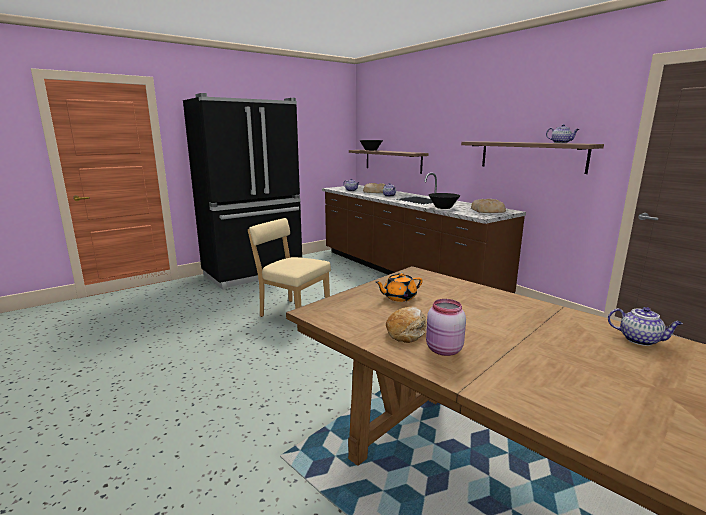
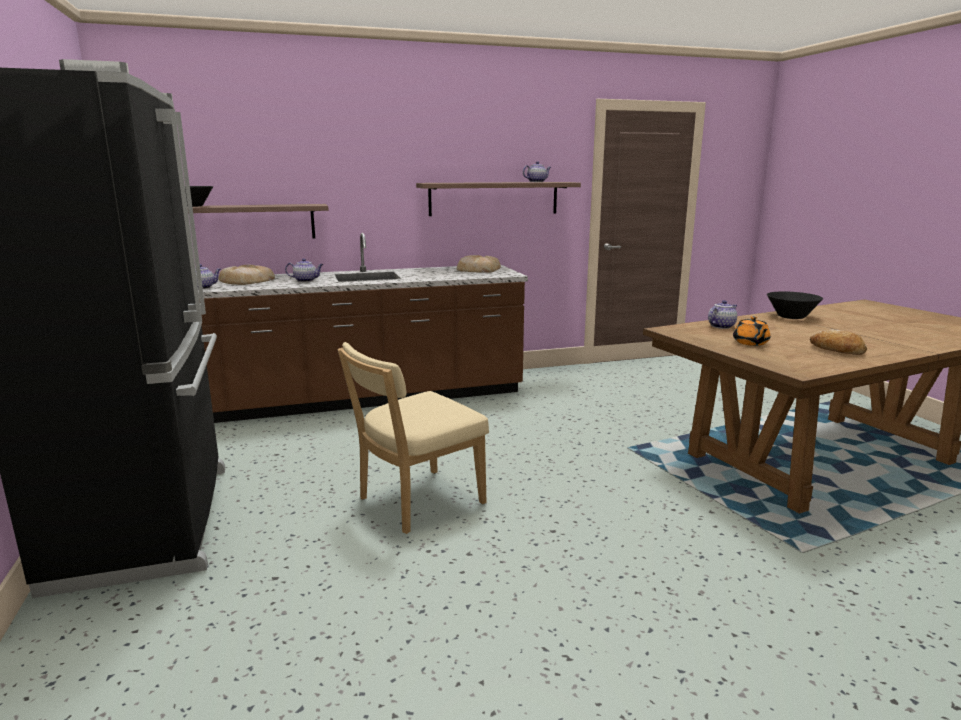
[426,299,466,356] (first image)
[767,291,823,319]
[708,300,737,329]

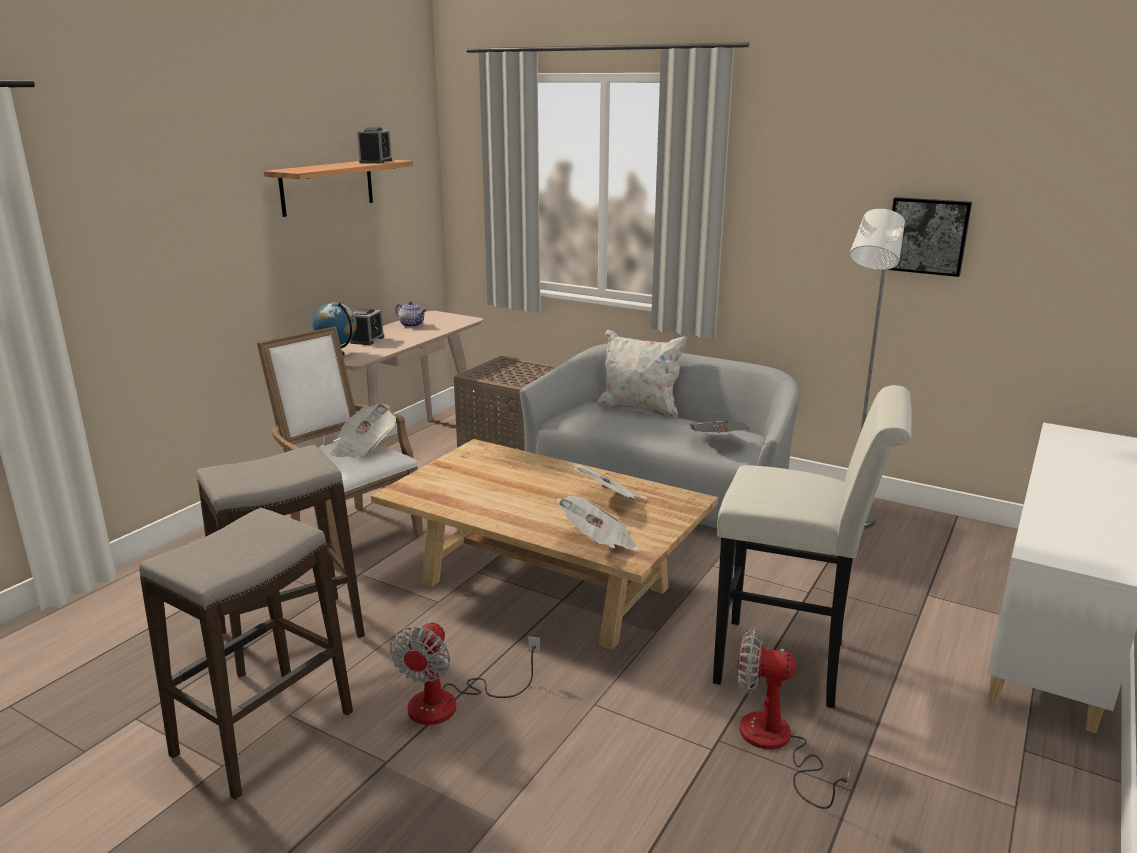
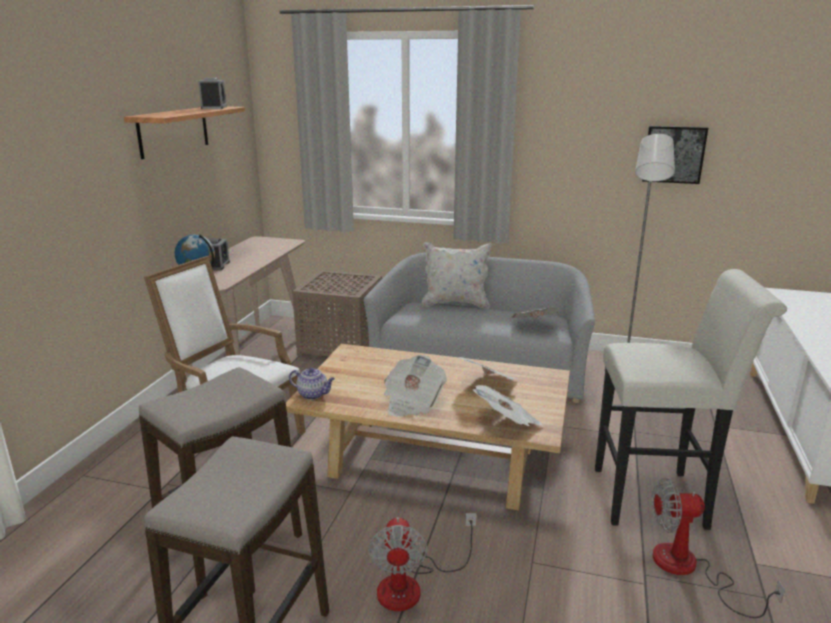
[384,355,447,417]
[289,368,335,400]

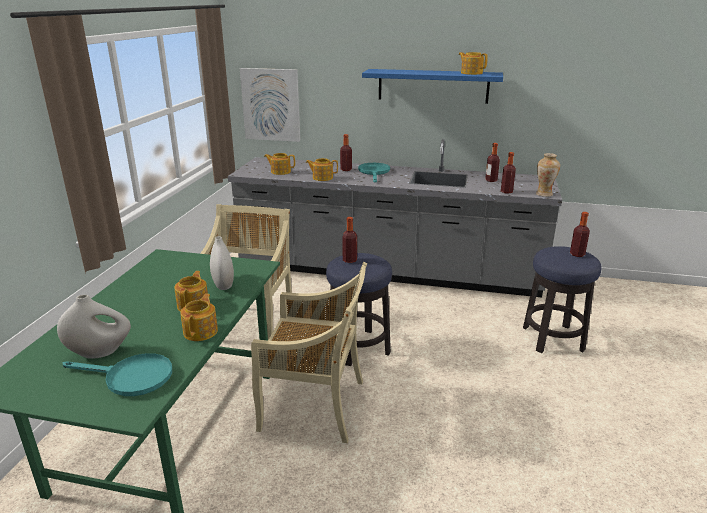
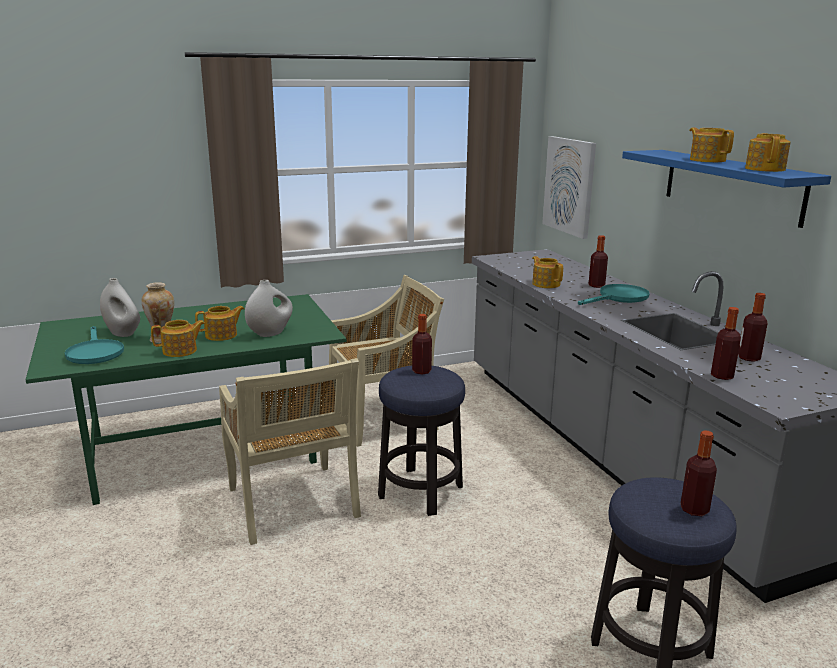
[689,127,734,162]
[141,282,174,343]

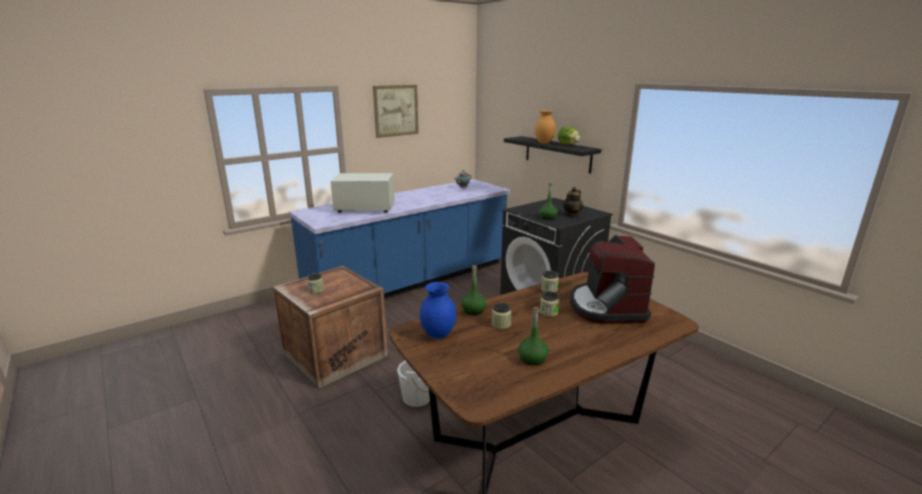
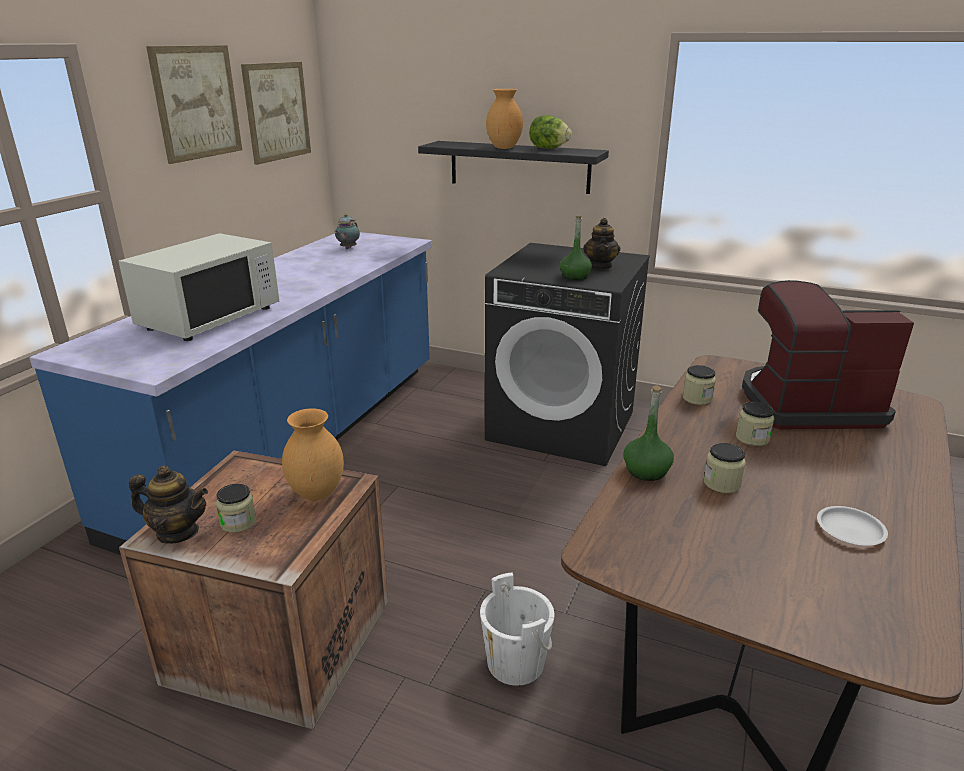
[118,233,279,341]
[420,282,456,339] (first image)
[817,506,888,546]
[742,280,914,429]
[129,466,208,544]
[241,62,311,165]
[282,408,344,501]

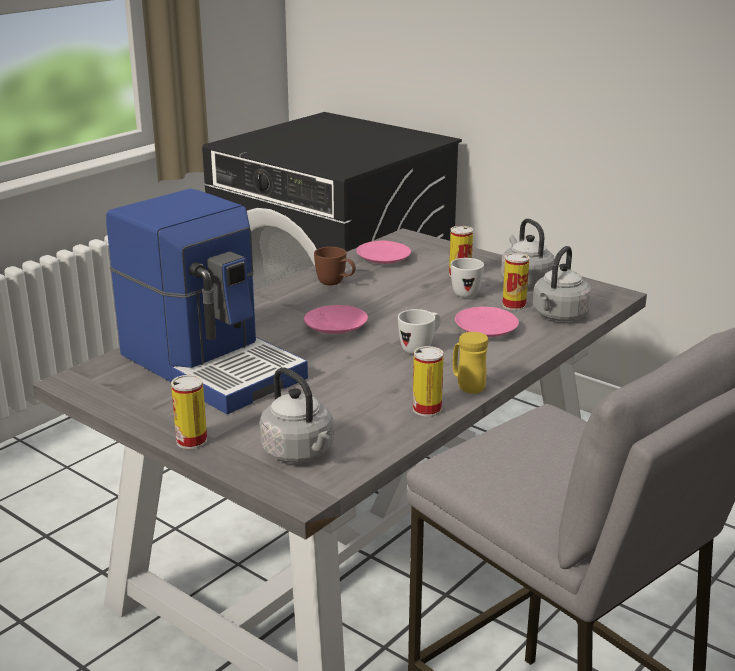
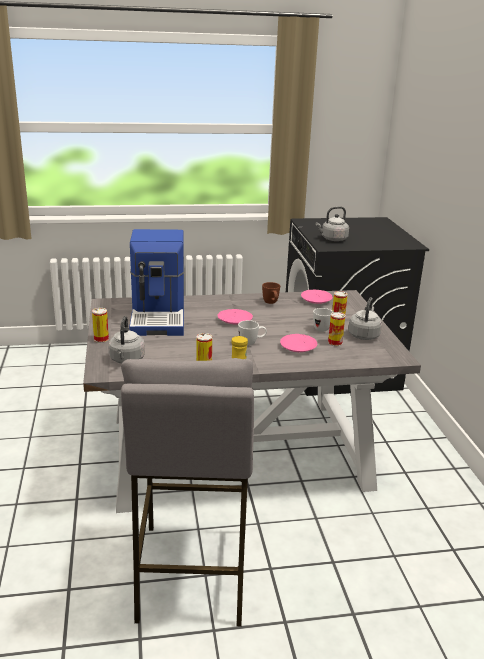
[316,206,349,241]

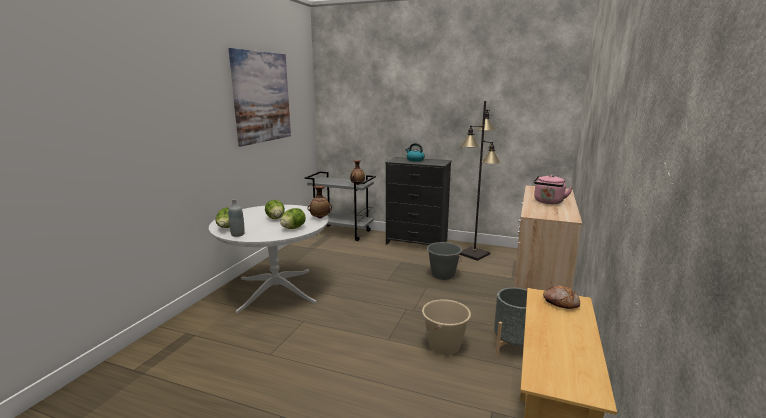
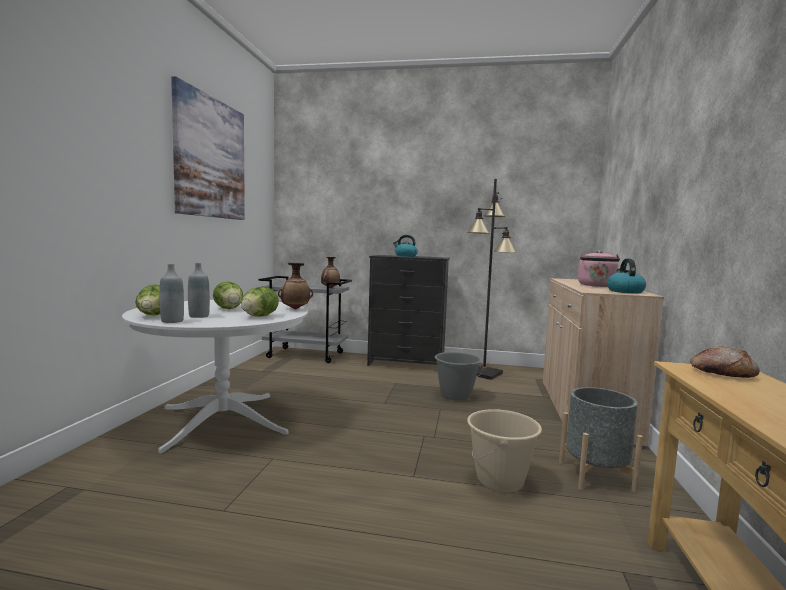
[188,263,210,318]
[607,259,646,293]

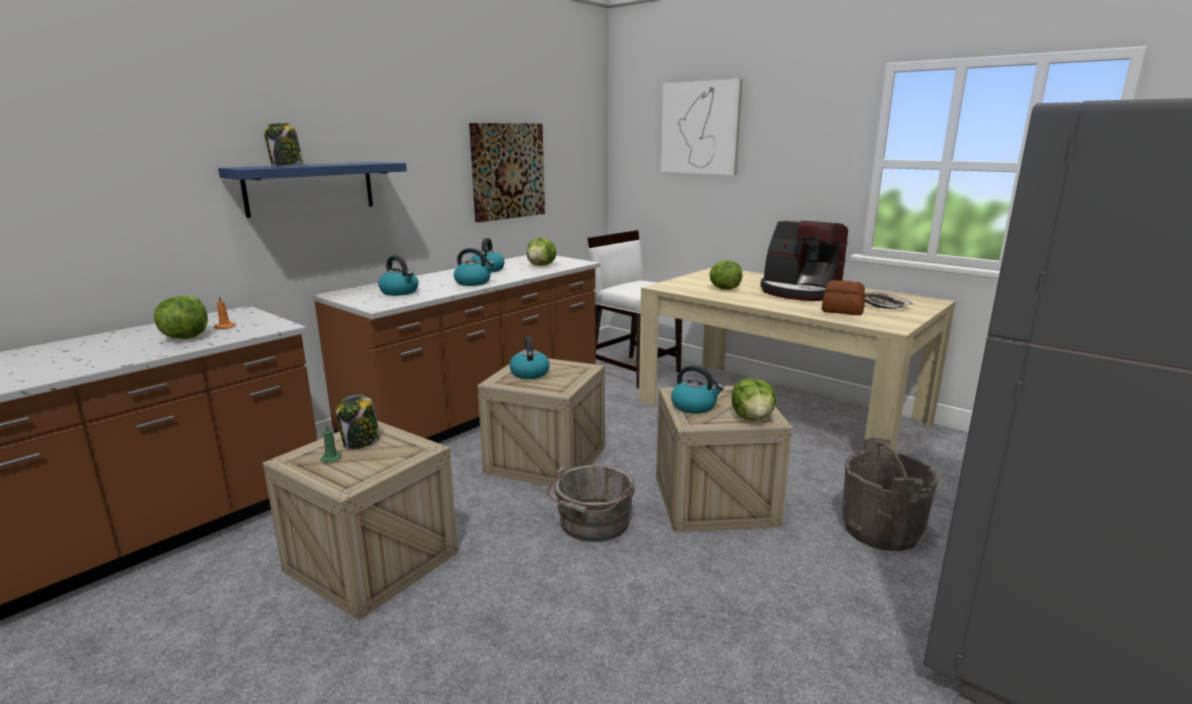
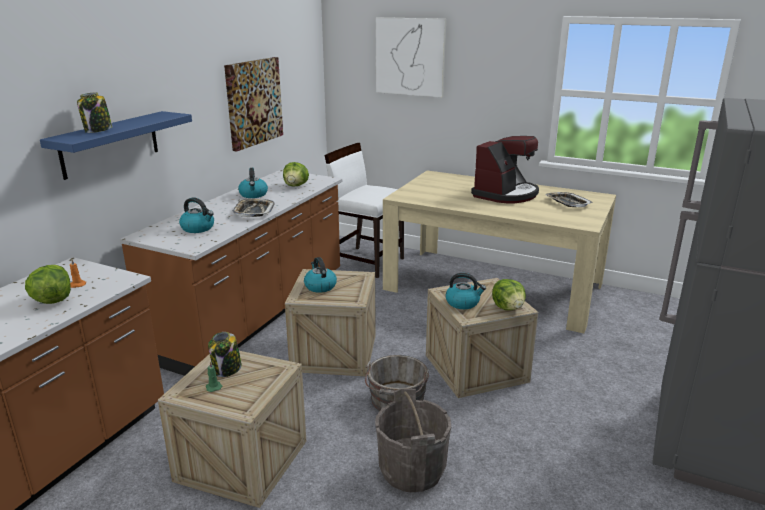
[233,199,275,217]
[710,260,742,290] (first image)
[471,136,539,203]
[822,280,865,315] (first image)
[375,388,451,492]

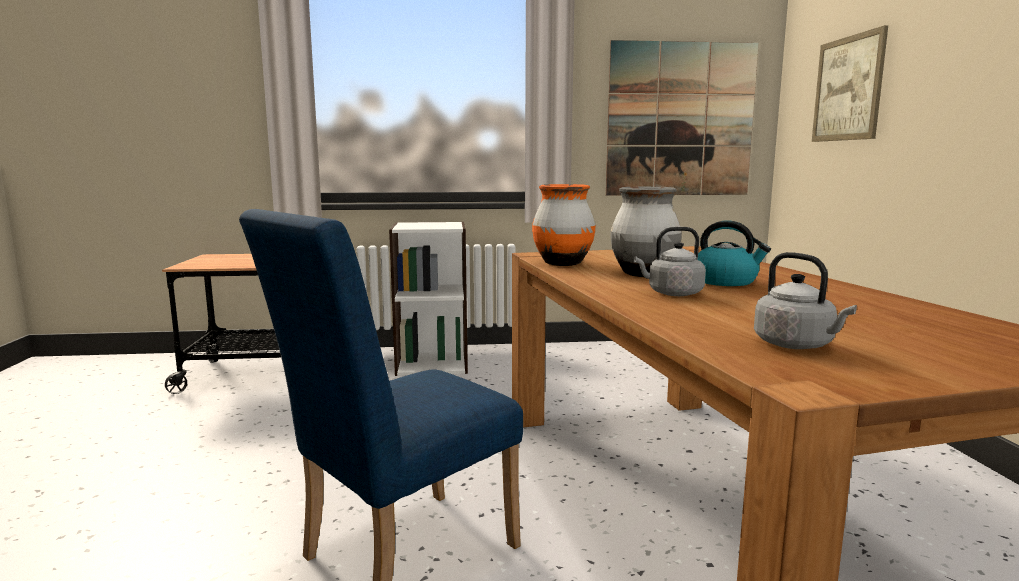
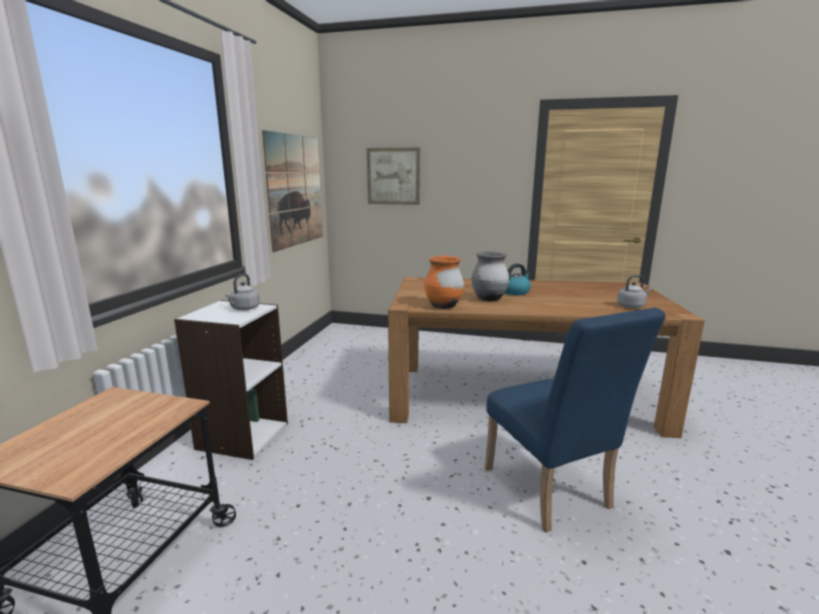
[225,274,260,310]

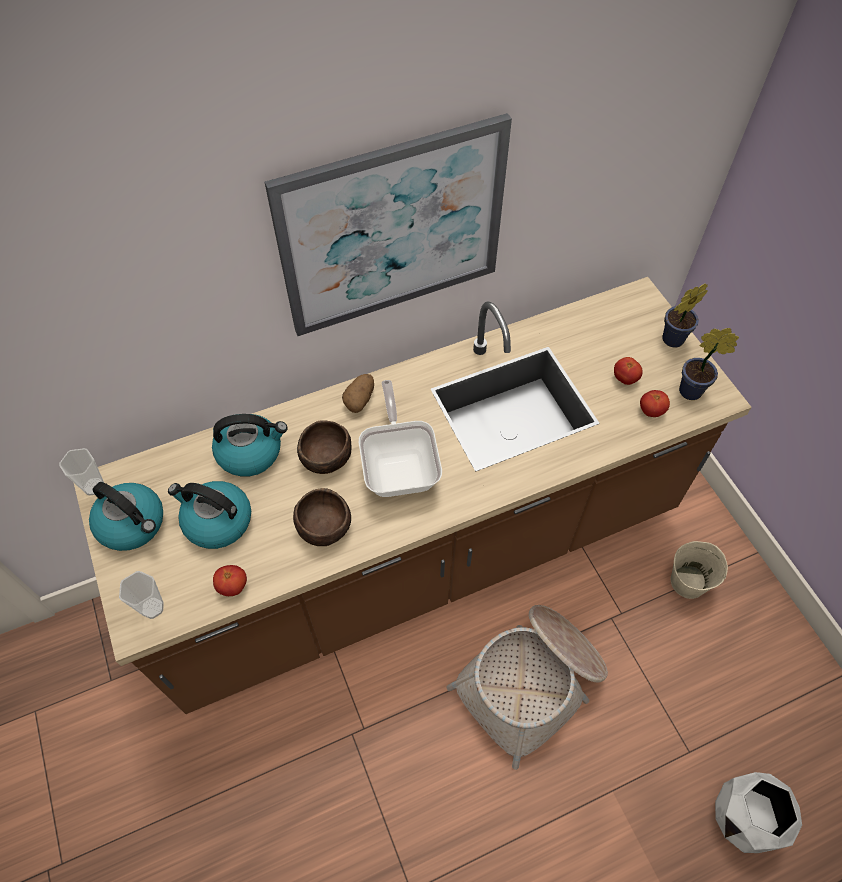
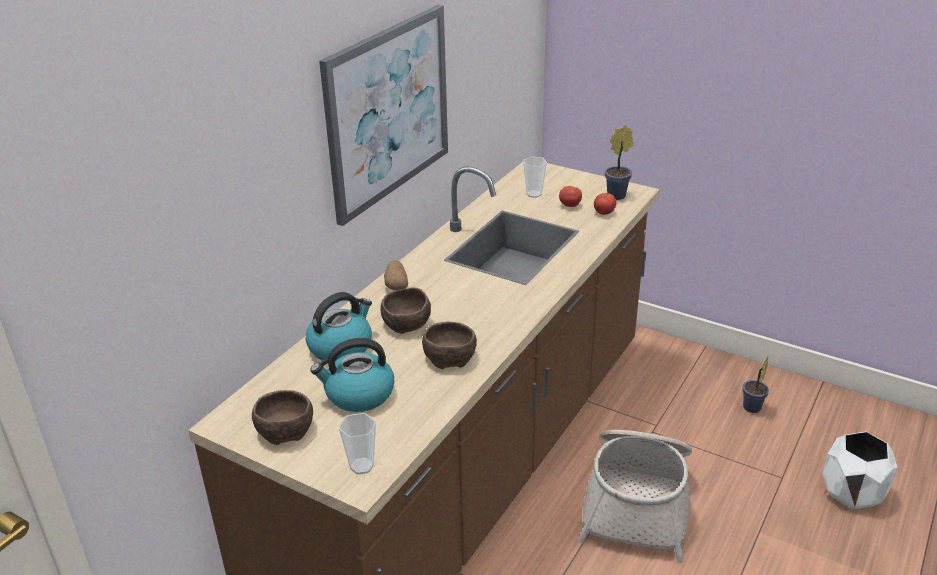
[523,156,547,198]
[252,390,313,445]
[213,565,247,596] (first image)
[359,380,442,497] (first image)
[742,354,769,413]
[671,541,728,599] (first image)

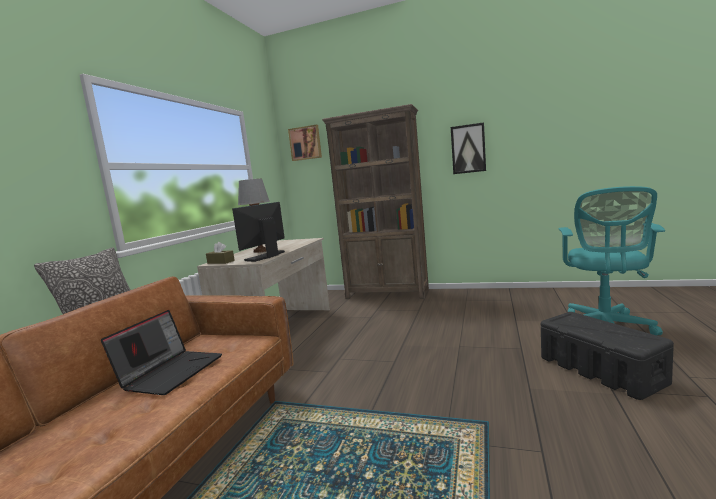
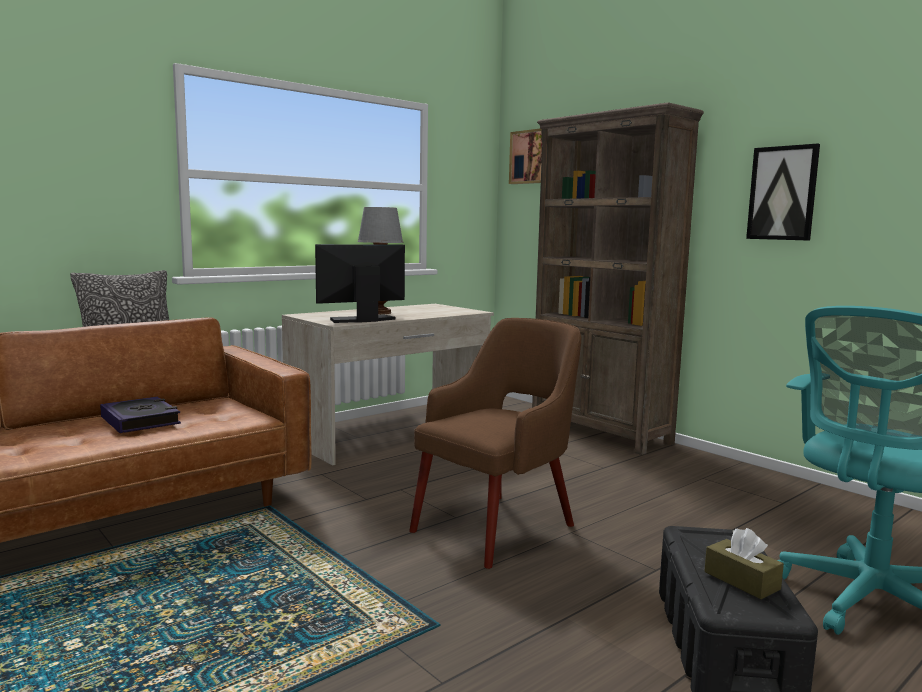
[100,397,181,433]
[704,528,784,599]
[409,318,581,569]

